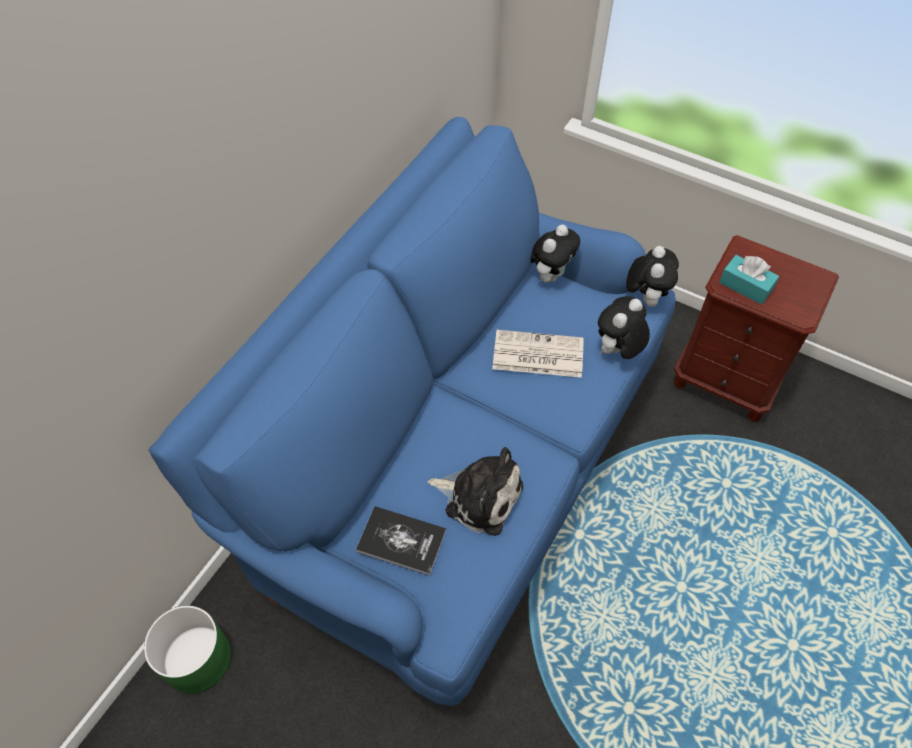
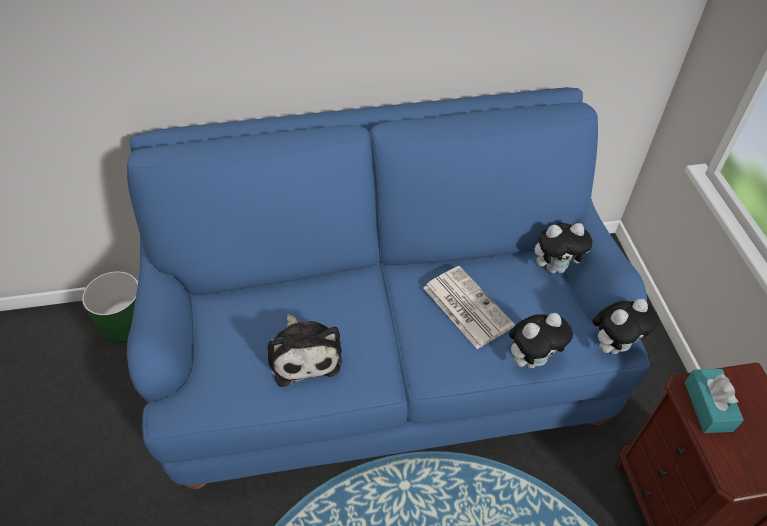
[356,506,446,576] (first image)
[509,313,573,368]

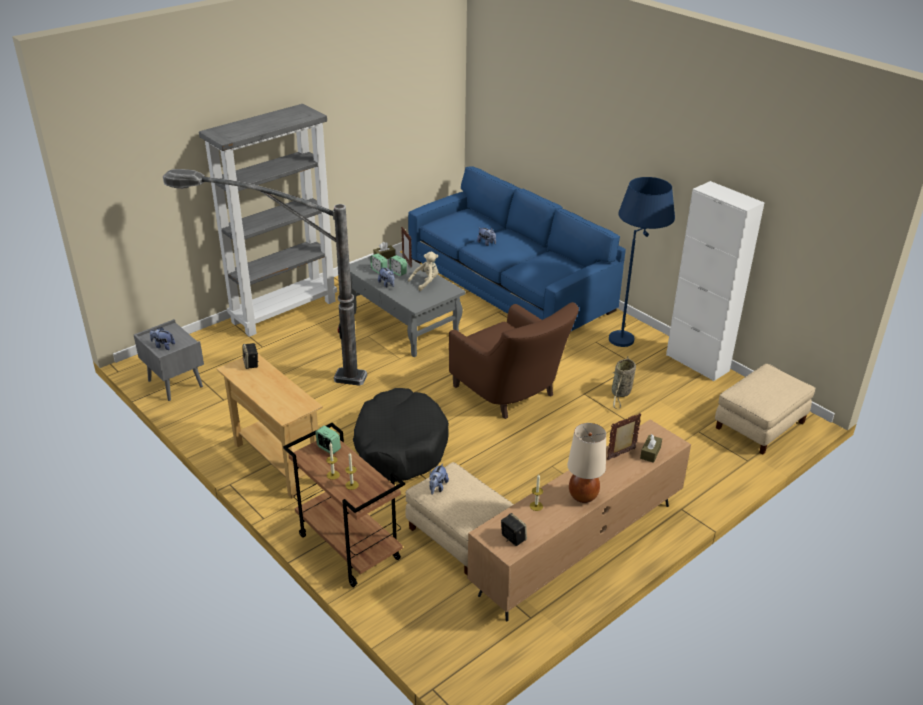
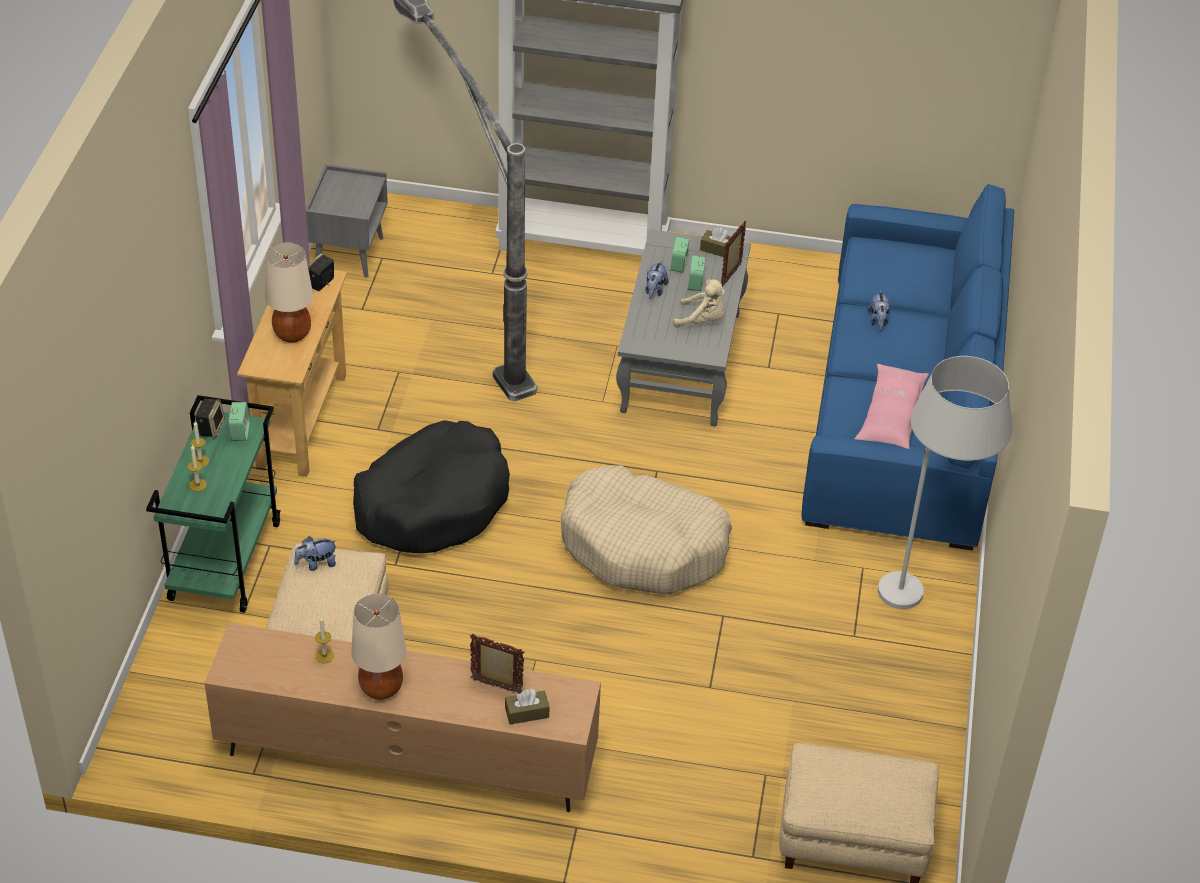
[150,327,175,350] (first image)
[146,395,281,612]
[561,465,732,595]
[195,399,225,438]
[878,356,1012,609]
[612,356,636,409] (first image)
[666,181,765,381] (first image)
[265,242,313,343]
[854,364,929,449]

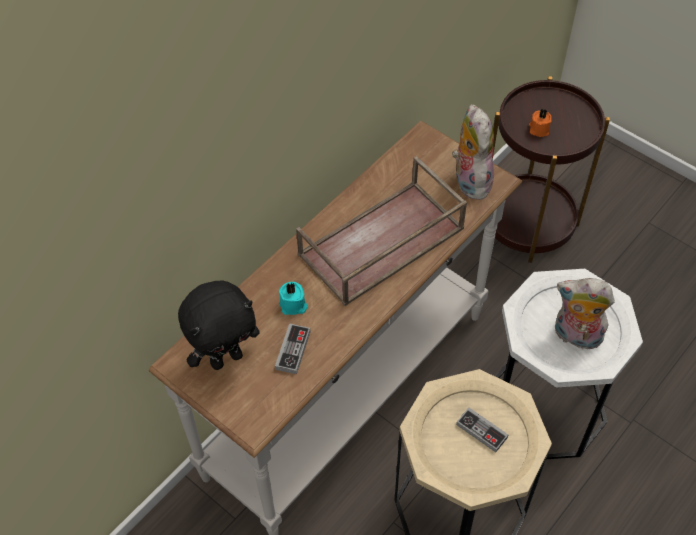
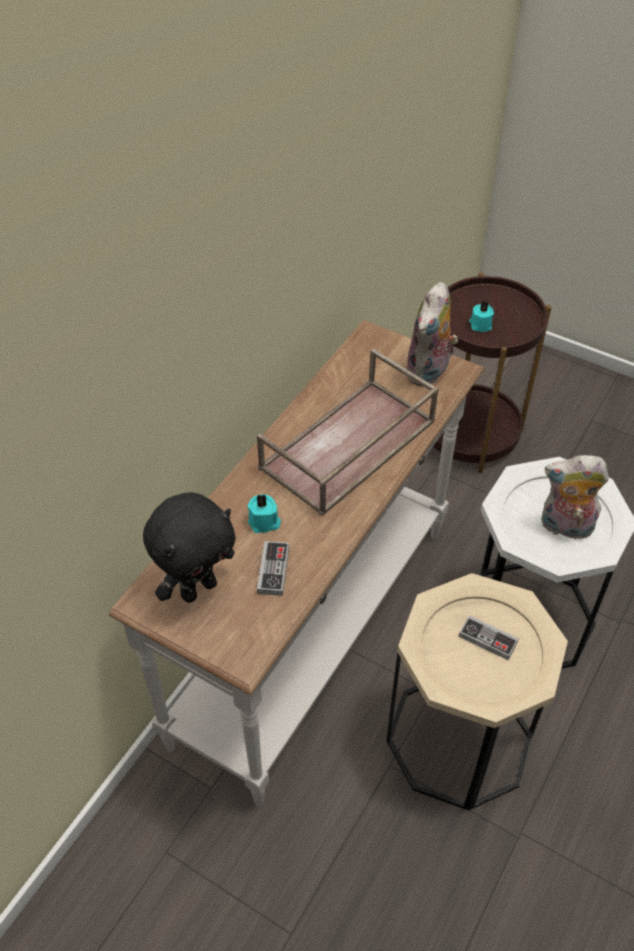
[405,282,458,387]
[469,301,494,332]

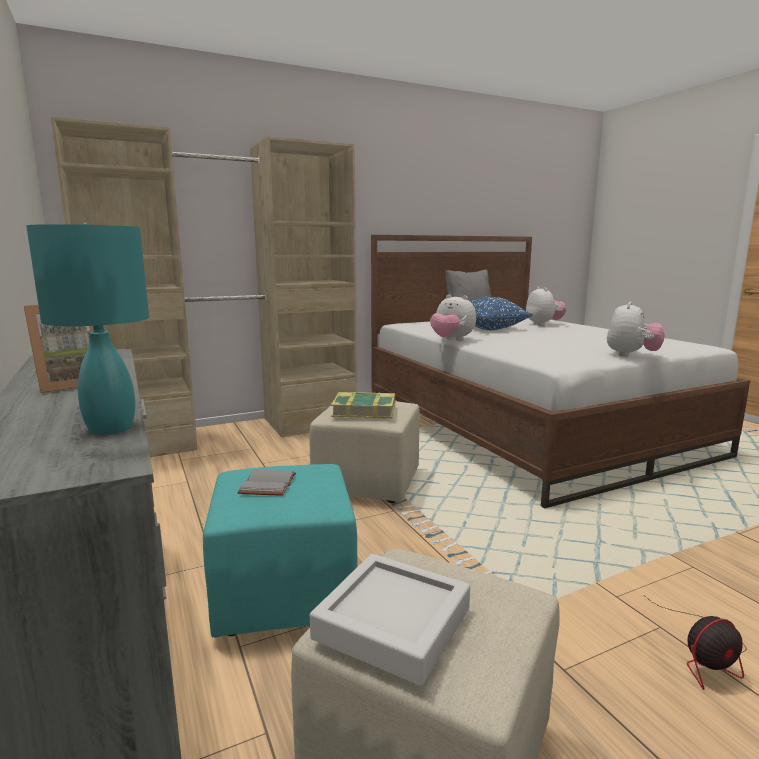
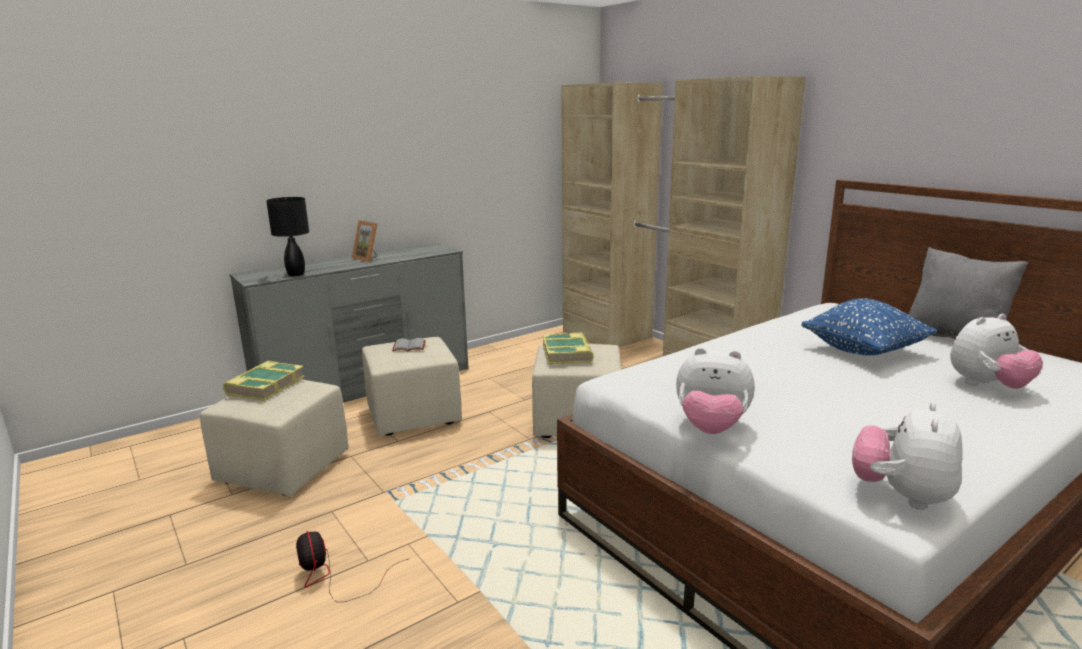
[266,197,309,276]
[362,337,462,436]
[223,360,305,401]
[852,402,963,510]

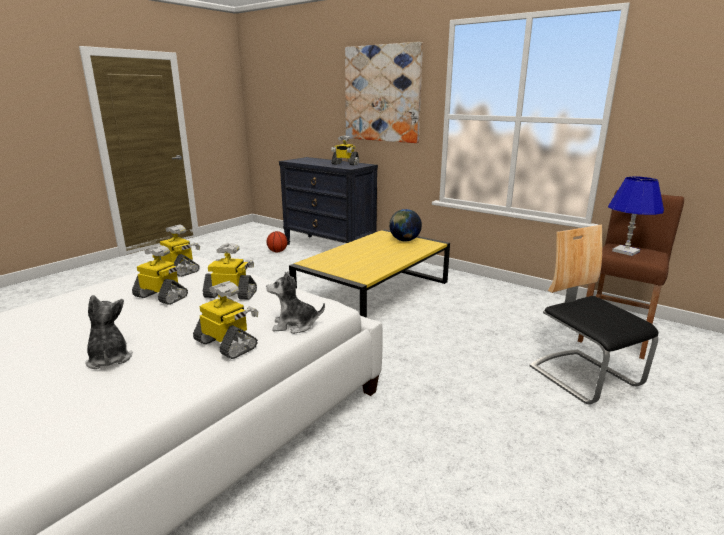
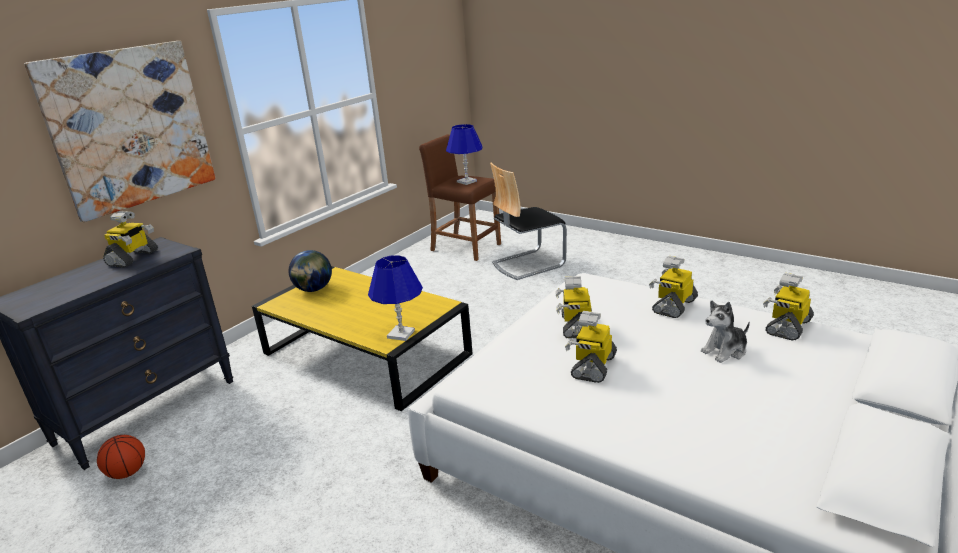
[763,273,814,340]
[266,271,325,334] (first image)
[368,255,423,341]

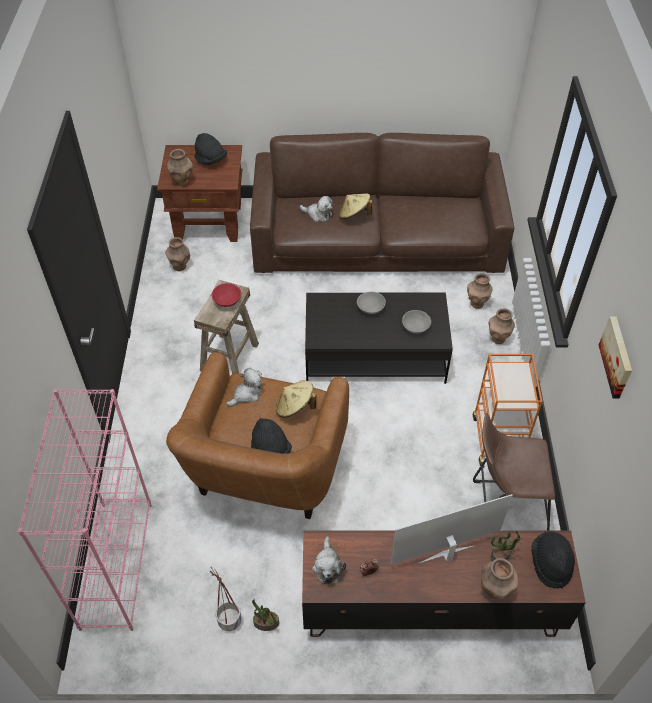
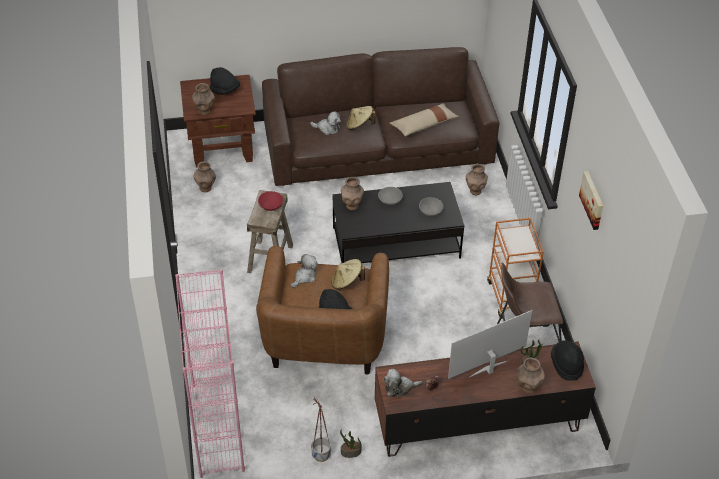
[383,369,423,398]
[341,177,364,210]
[390,103,459,136]

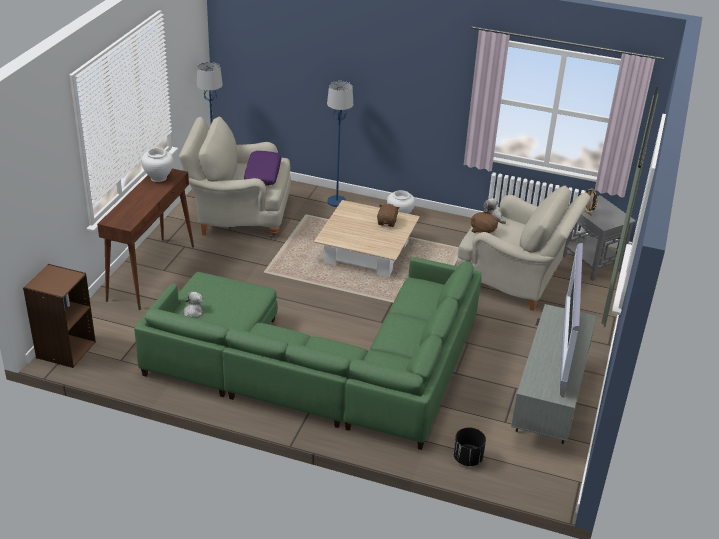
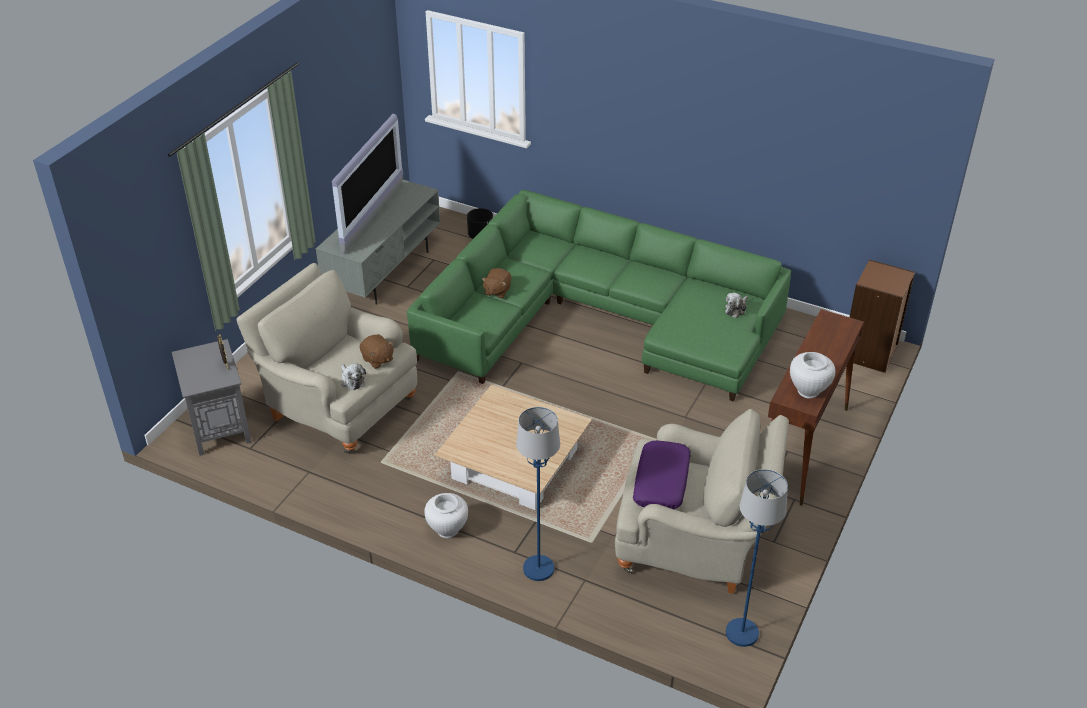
[482,268,511,298]

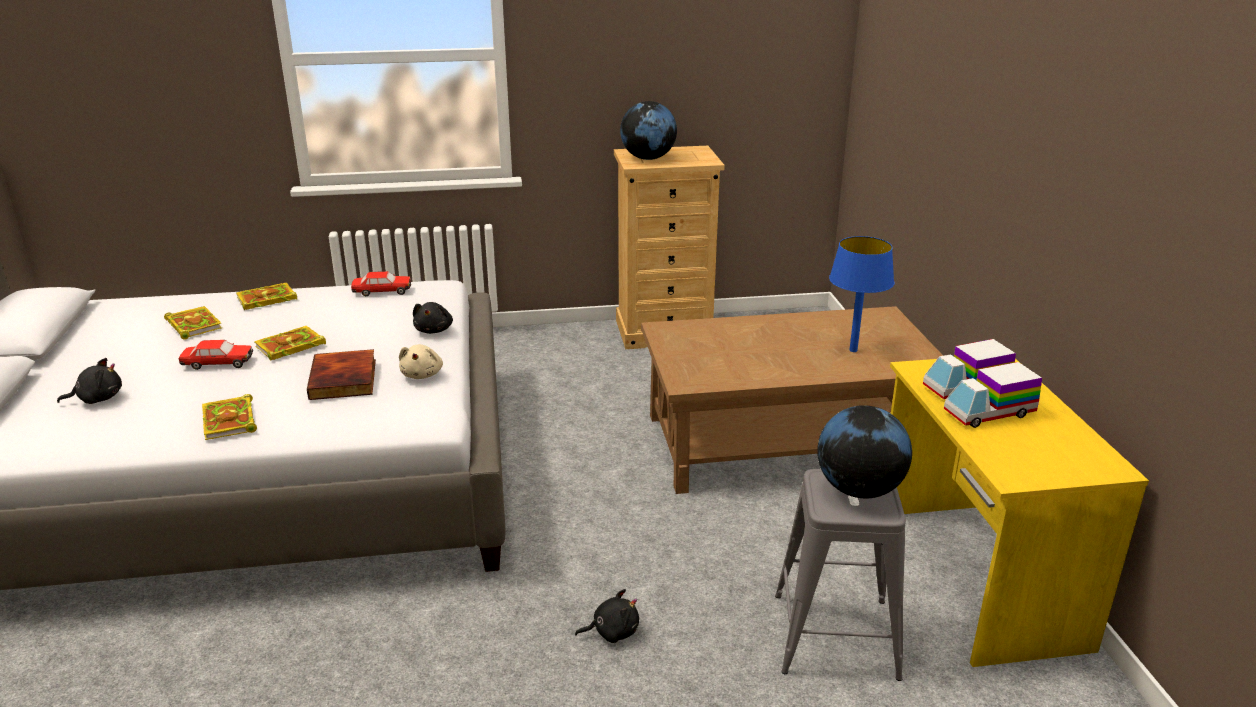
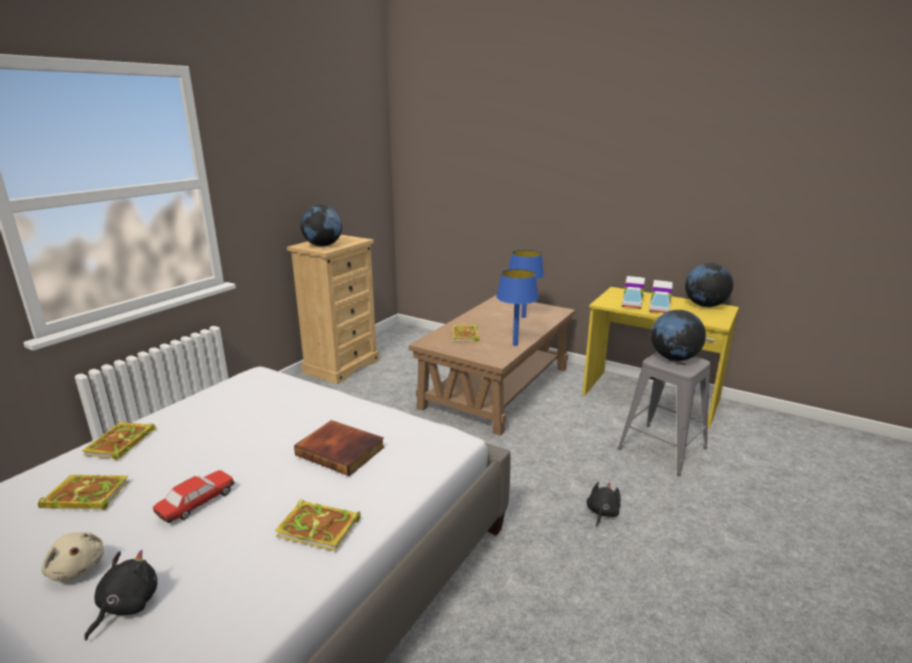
[453,324,479,342]
[351,271,411,296] (first image)
[41,532,104,582]
[413,302,453,334] (first image)
[496,269,539,346]
[685,263,733,307]

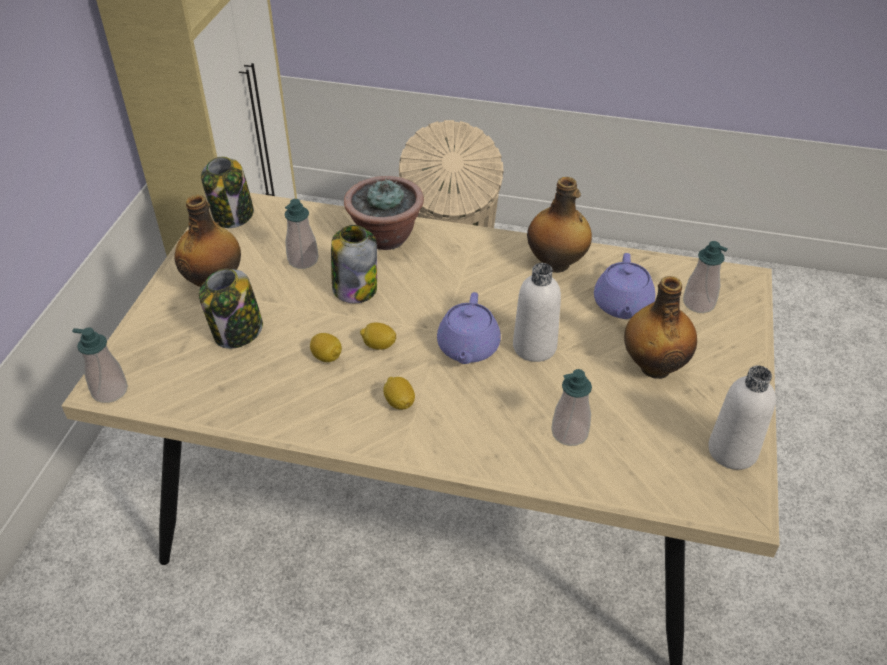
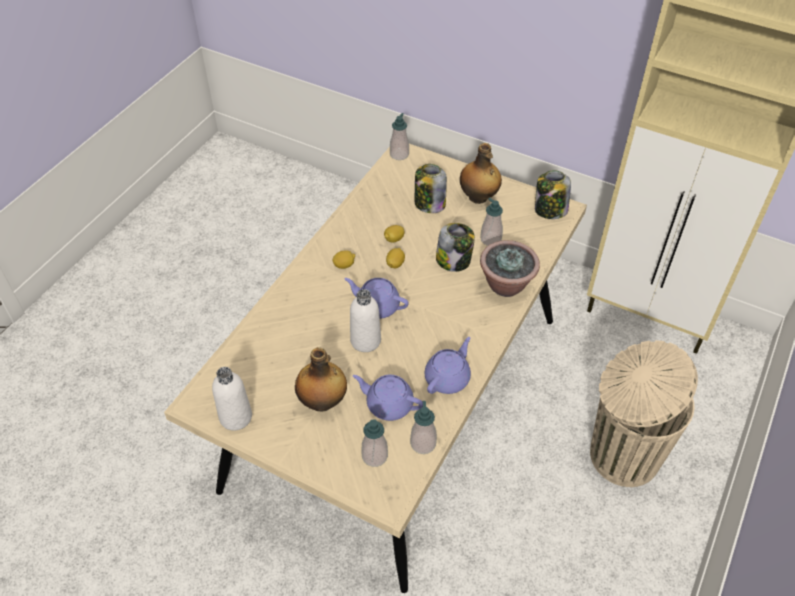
[425,337,471,394]
[410,401,437,454]

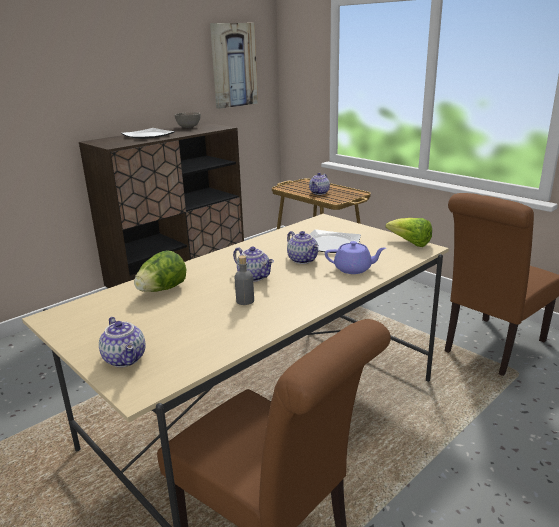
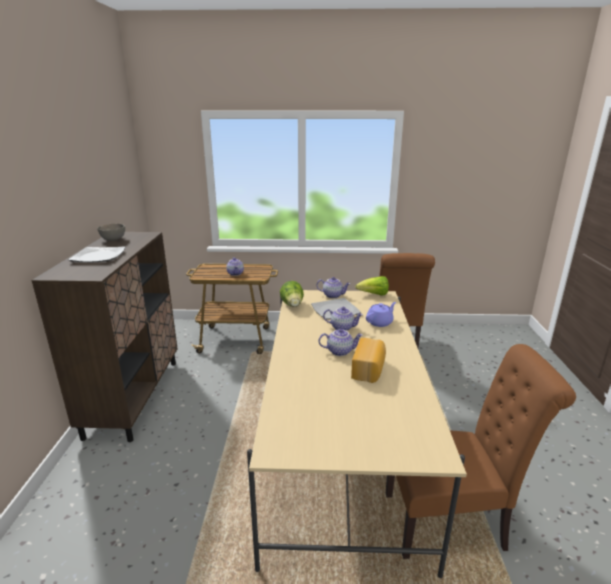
[317,277,350,298]
[280,281,304,307]
[210,23,258,109] (first image)
[351,338,386,383]

